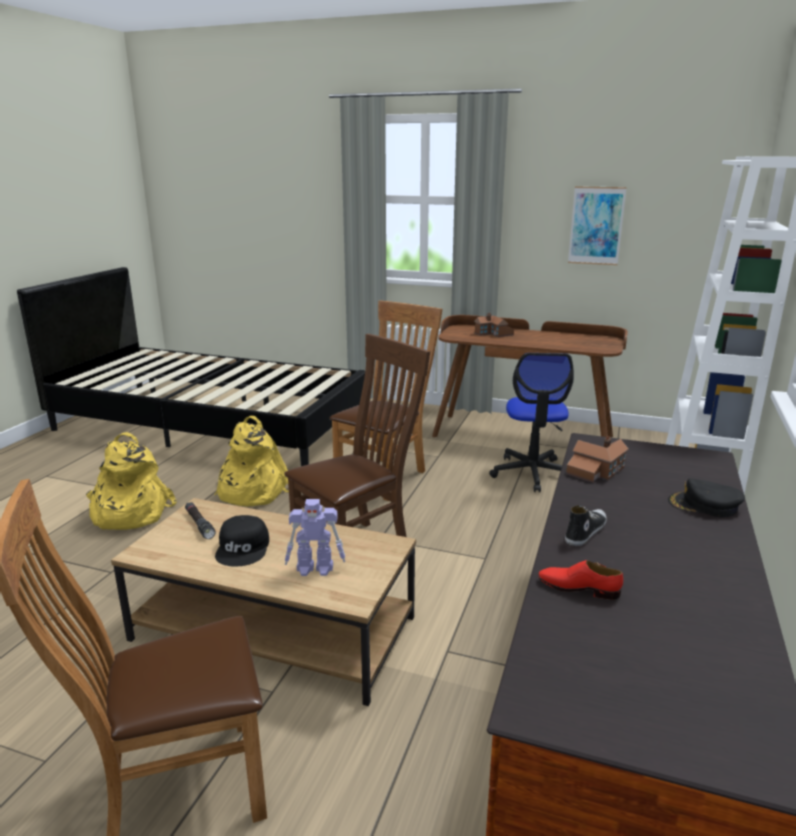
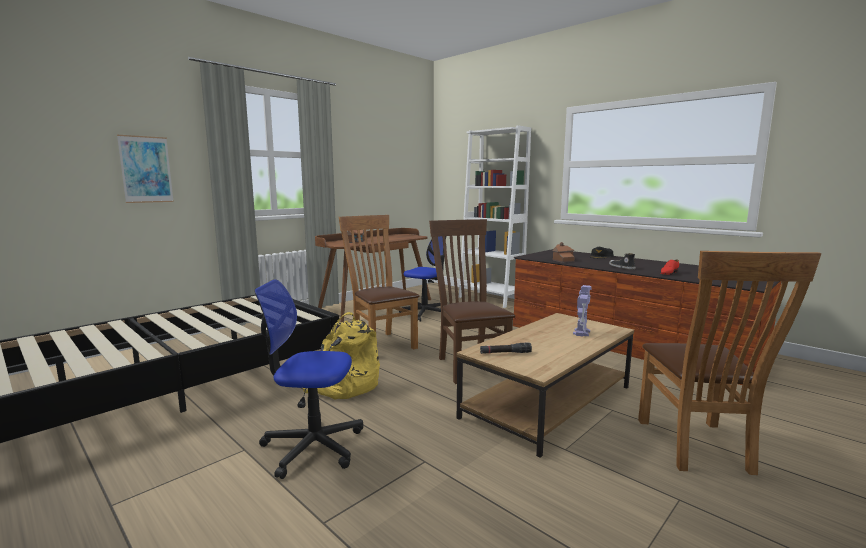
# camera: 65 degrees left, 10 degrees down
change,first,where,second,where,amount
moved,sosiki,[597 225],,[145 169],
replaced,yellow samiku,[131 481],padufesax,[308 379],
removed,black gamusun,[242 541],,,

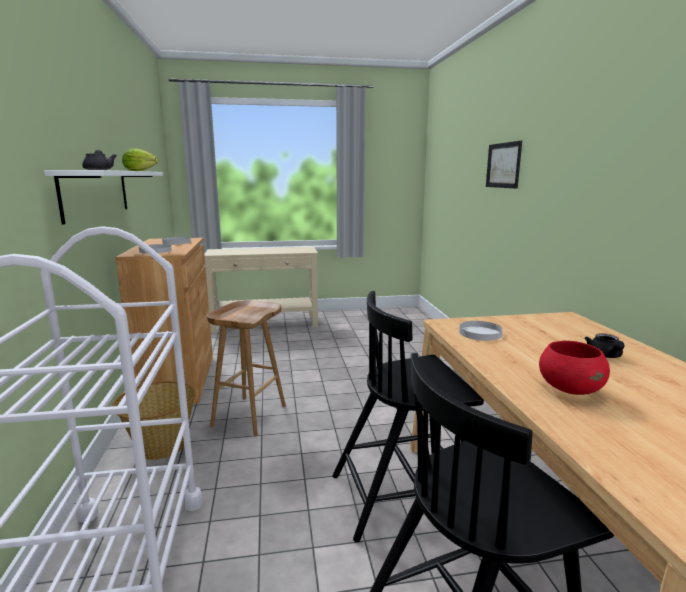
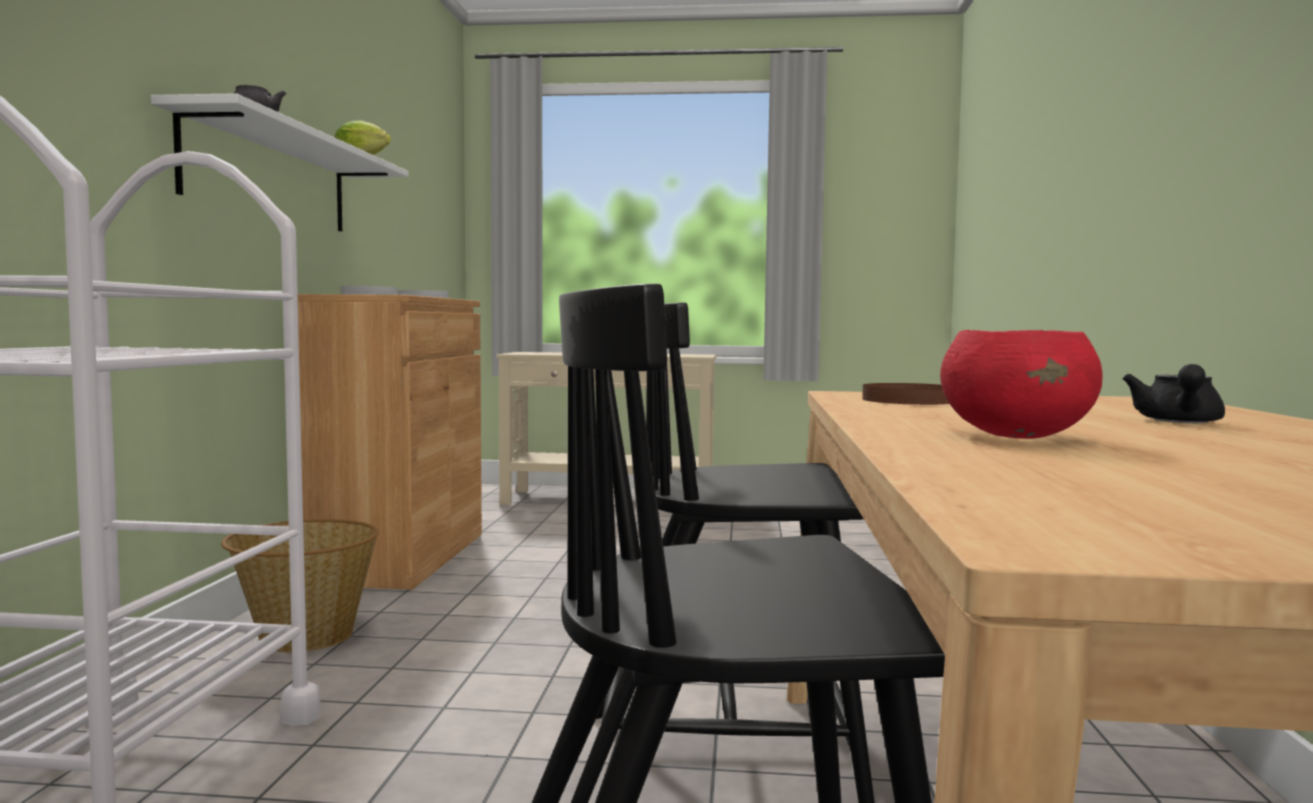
# camera: 15 degrees right, 10 degrees down
change,first,where,second,where,amount
recoloured,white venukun,[481 331],brown venukun,[905 394],
removed,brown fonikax,[246 368],,,
removed,sosiki,[504 164],,,

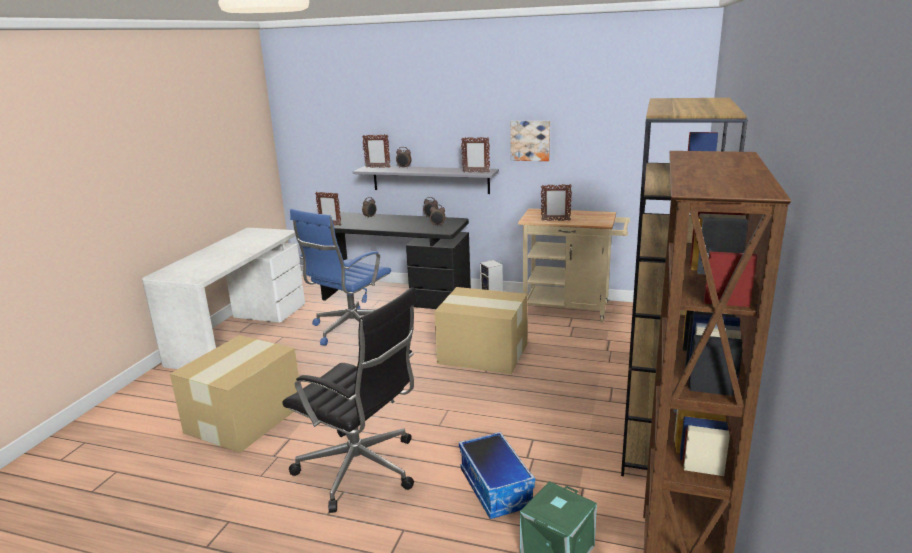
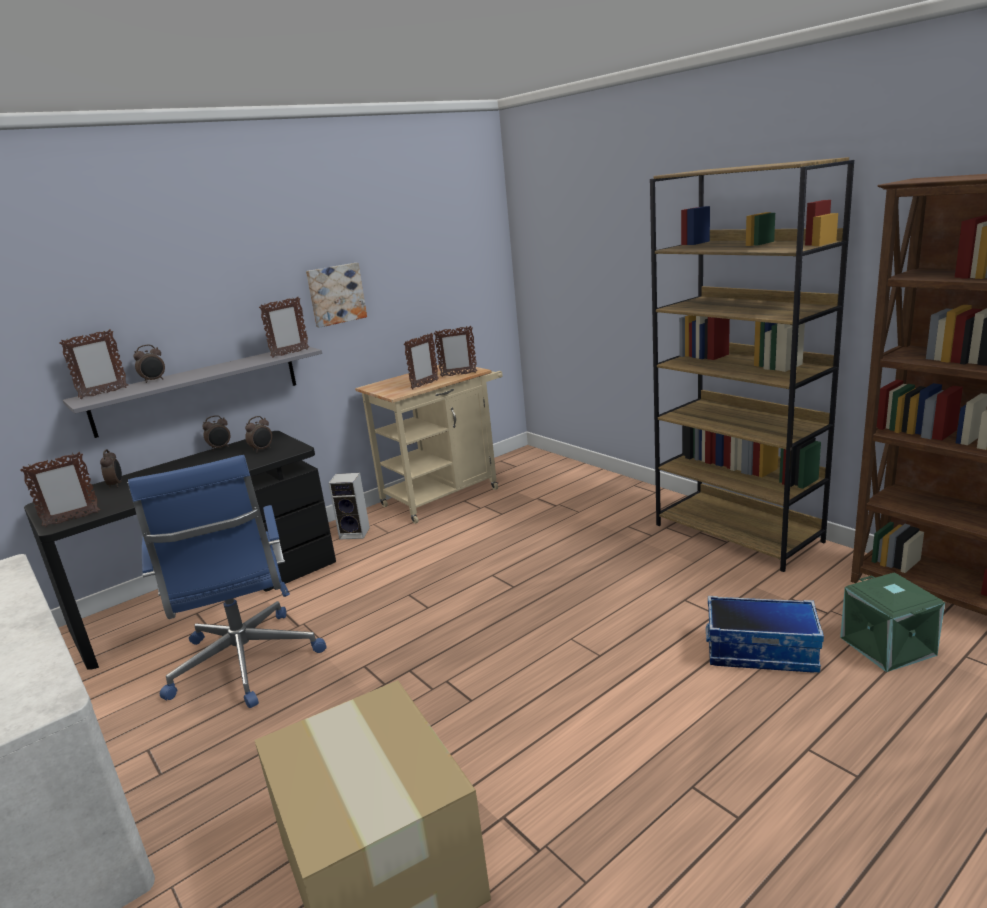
# camera: 55 degrees left, 0 degrees up
change,first,where,second,where,amount
added,,,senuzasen,[455 351],
removed,black padufesax,[349 400],,,
removed,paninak,[480 330],,,

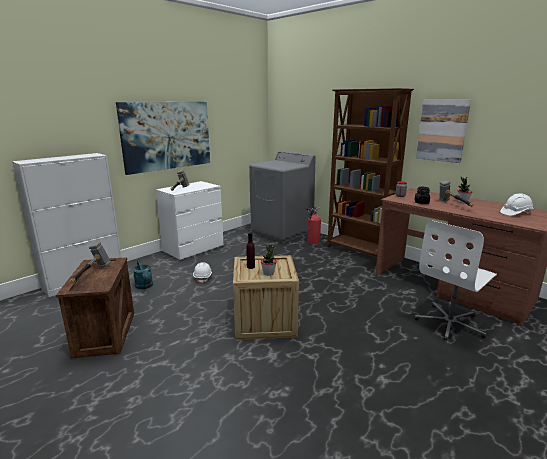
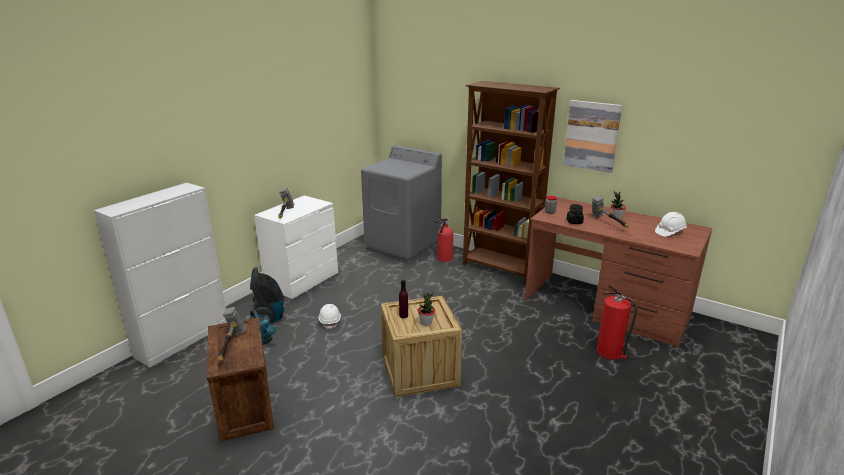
# camera: 10 degrees left, 5 degrees up
change,first,where,second,where,amount
added,,,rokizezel,[267 295],
replaced,white padufesax,[456 280],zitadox,[616 322],
removed,sosiki,[163 138],,,

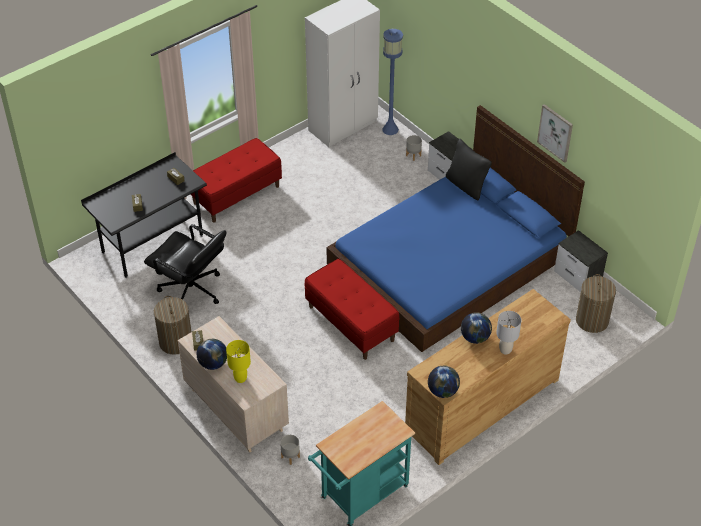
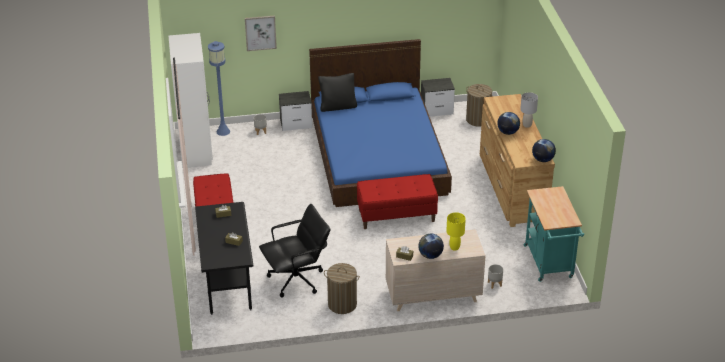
# camera: 60 degrees left, 10 degrees down
change,first,where,second,where,amount
moved,sosiki,[555 133],,[261 33],

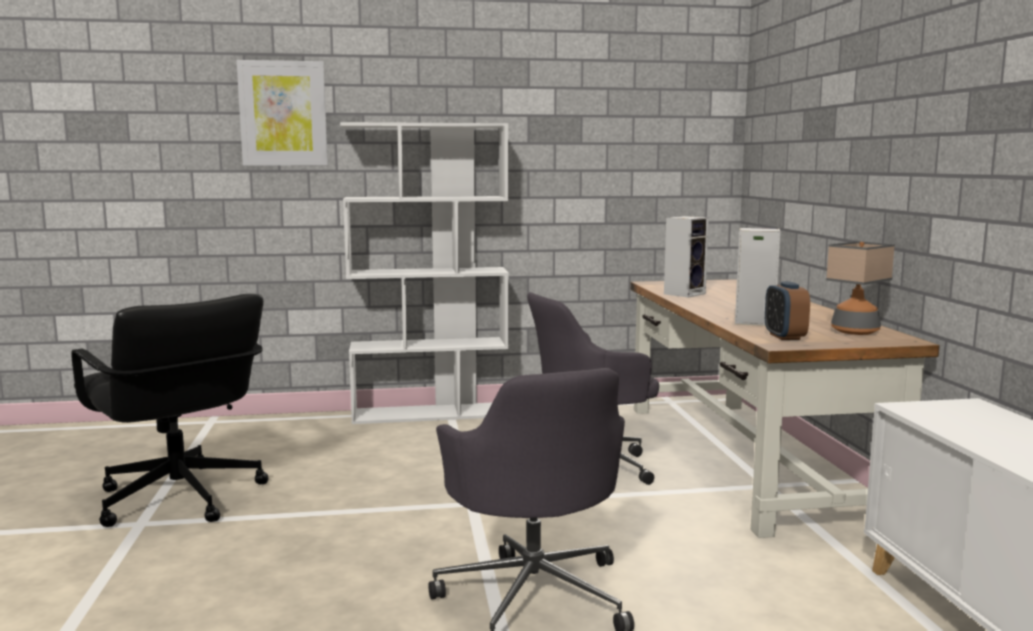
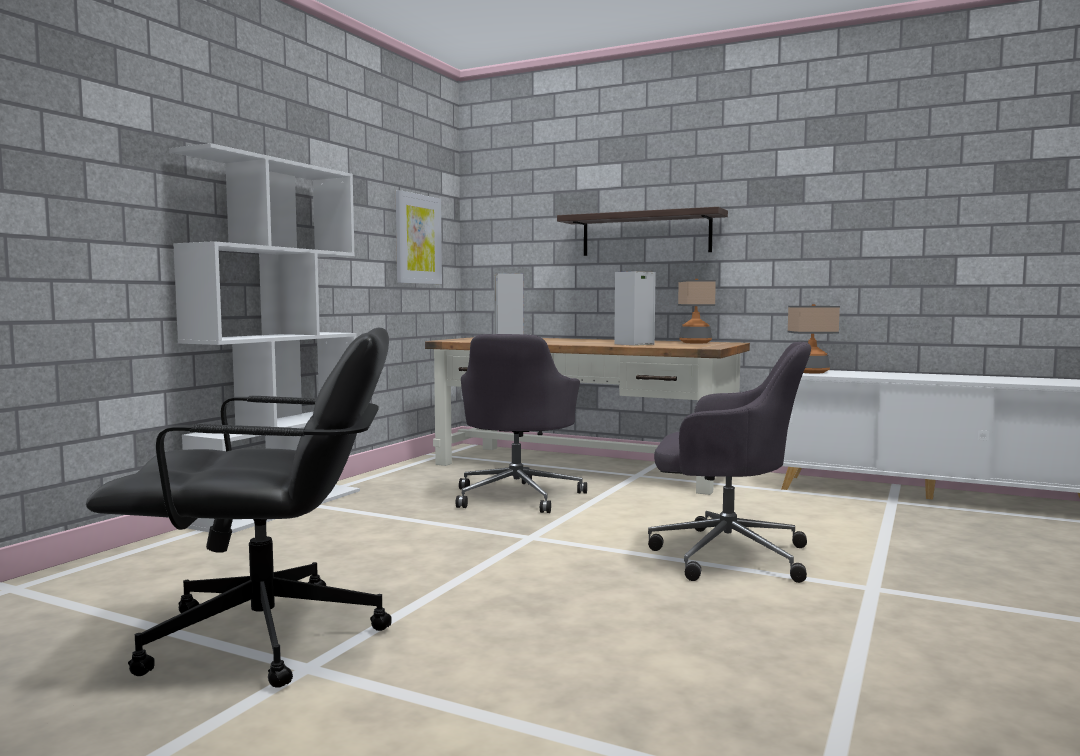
# camera: 55 degrees left, 5 degrees down
change,first,where,second,where,amount
moved,sosiki,[282 113],,[419 237],
added,,,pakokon,[642 231],
added,,,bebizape,[813 339],
removed,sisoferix,[787 310],,,

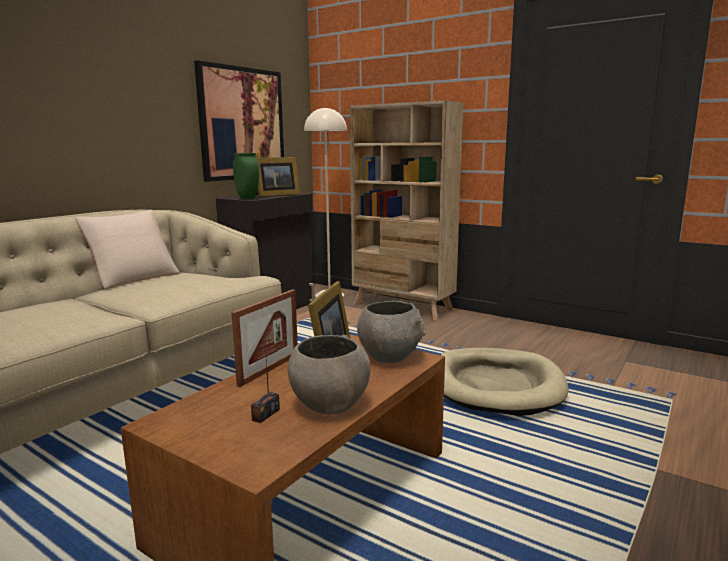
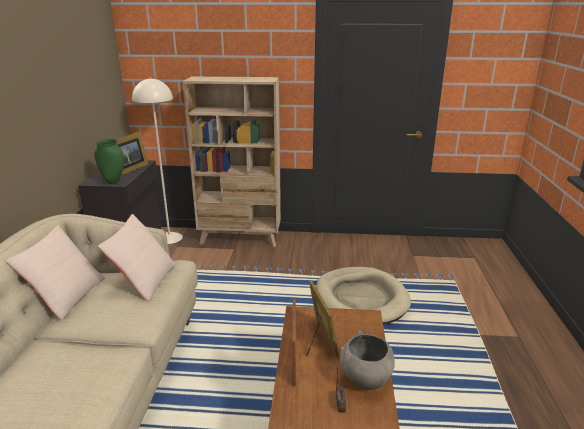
# camera: 30 degrees left, 10 degrees up
change,first,where,second,where,amount
added,,,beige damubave,[137 258],
removed,sosiki,[239 121],,,
removed,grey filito,[391 332],,,

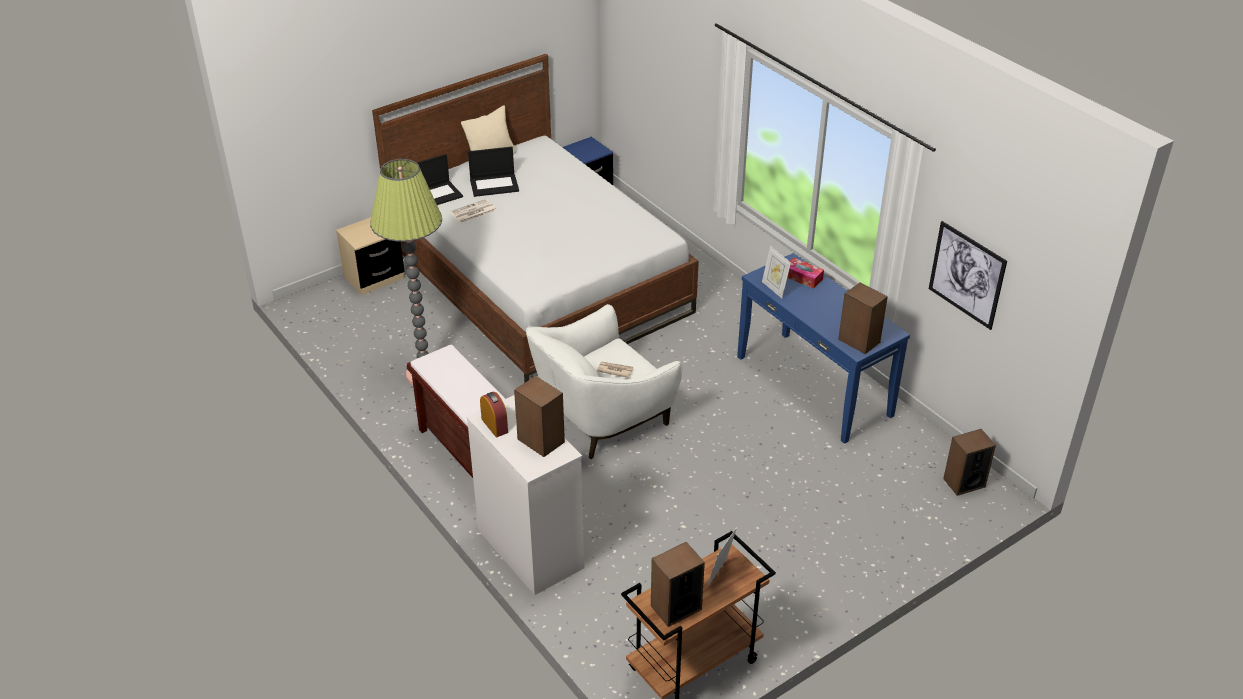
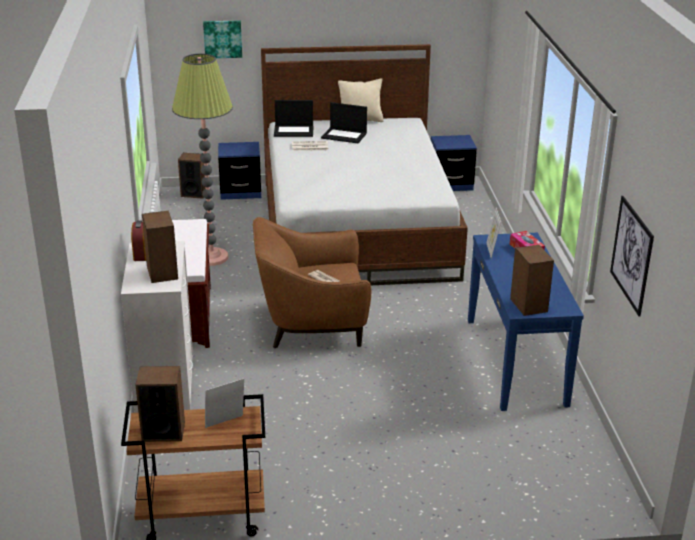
# camera: 30 degrees right, 10 degrees down
change,first,where,second,where,amount
moved,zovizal,[969 462],,[192 176],
added,,,sosiki,[222 39],
recoloured,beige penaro,[370 256],blue penaro,[239 171],
recoloured,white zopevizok,[604 381],brown zopevizok,[312 282],

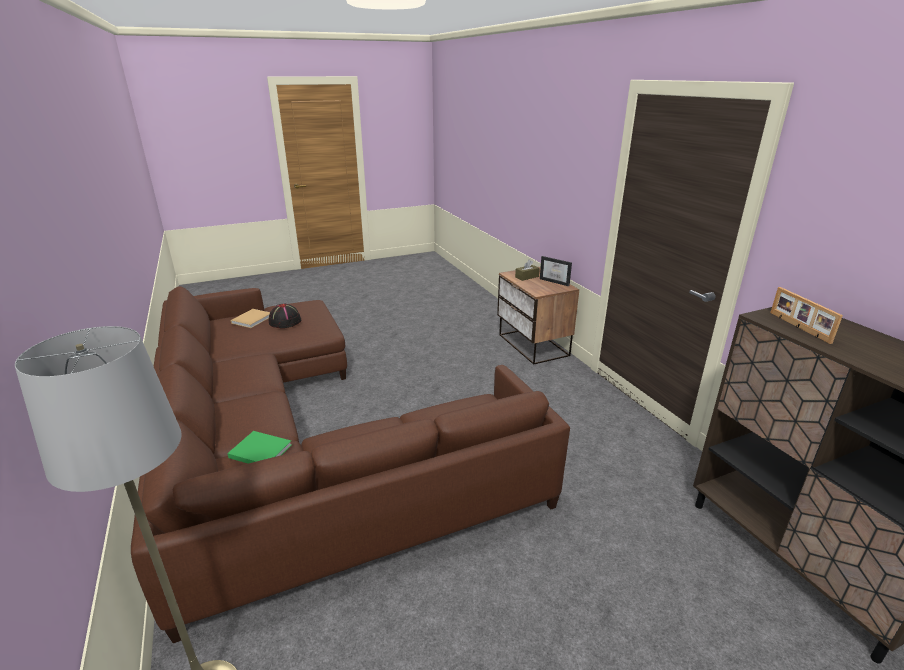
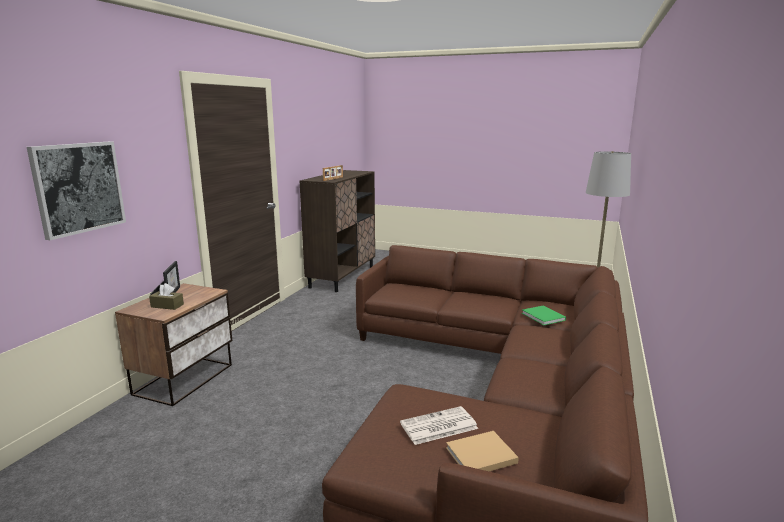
# camera: 135 degrees left, 10 degrees down
change,first,where,second,where,amount
added,,,sosiki,[76 191],
replaced,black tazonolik,[285 316],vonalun,[439 425],

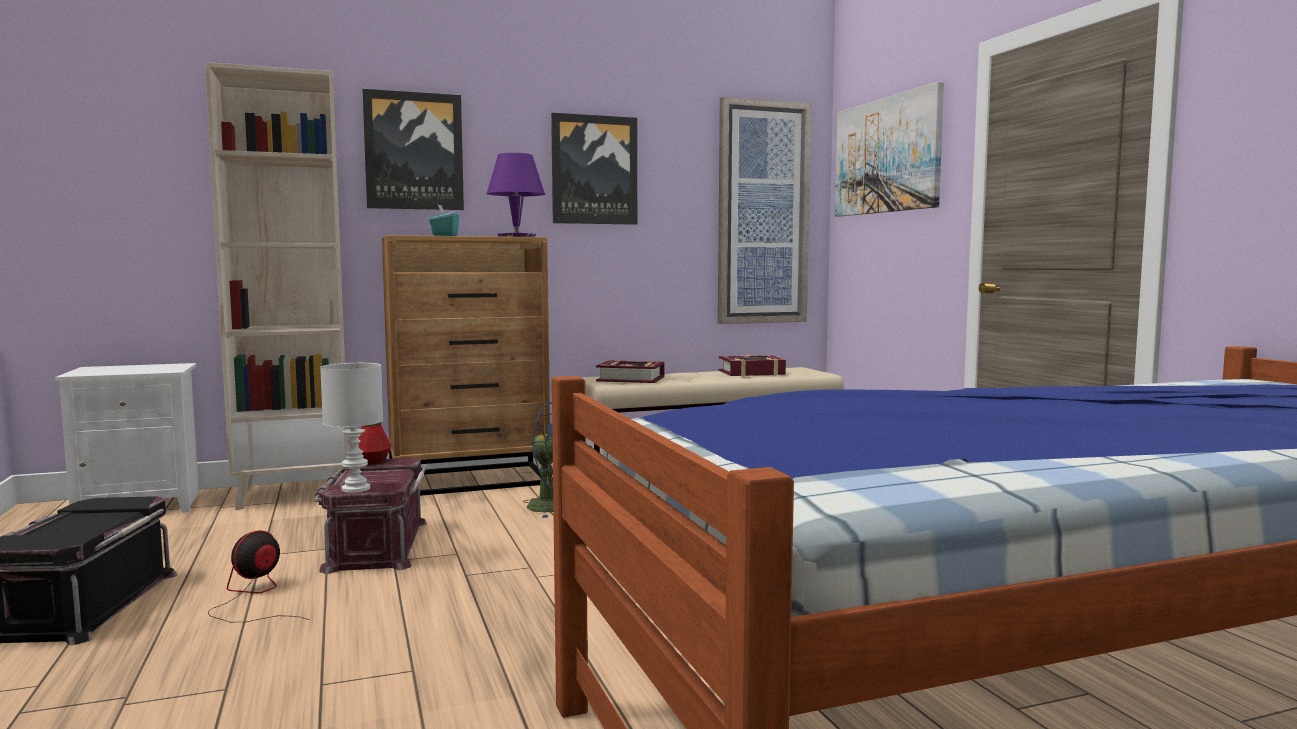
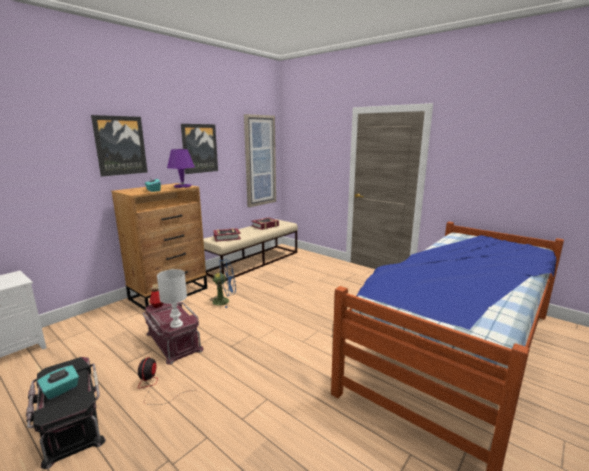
# camera: 30 degrees left, 10 degrees up
change,first,where,second,where,amount
added,,,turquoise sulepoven,[58 382],
removed,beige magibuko,[277 286],,,
removed,sosiki,[889 149],,,

